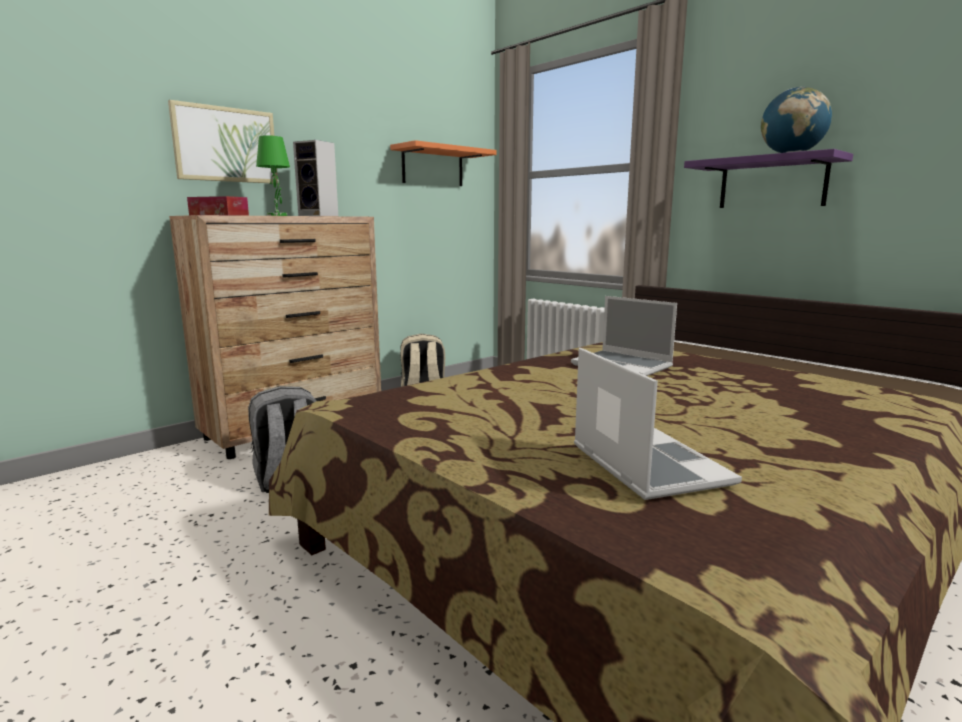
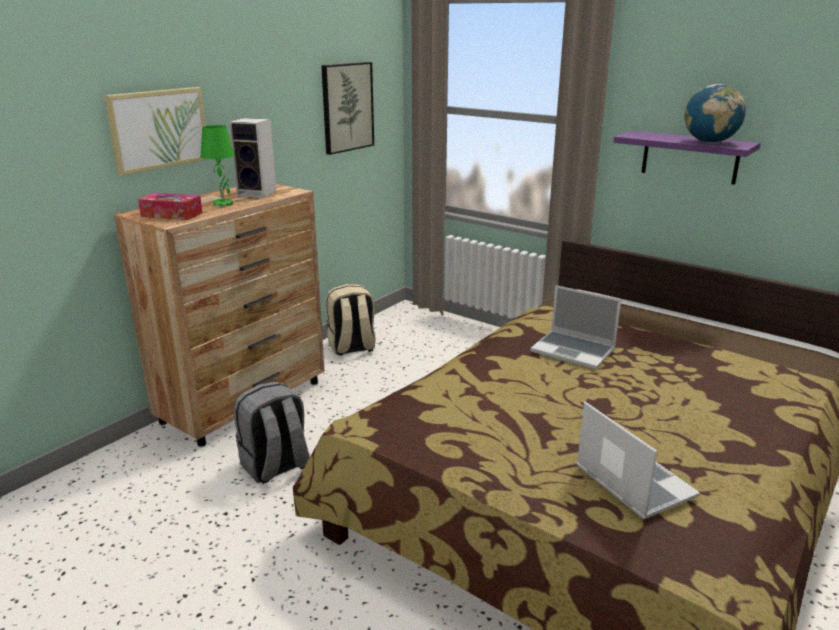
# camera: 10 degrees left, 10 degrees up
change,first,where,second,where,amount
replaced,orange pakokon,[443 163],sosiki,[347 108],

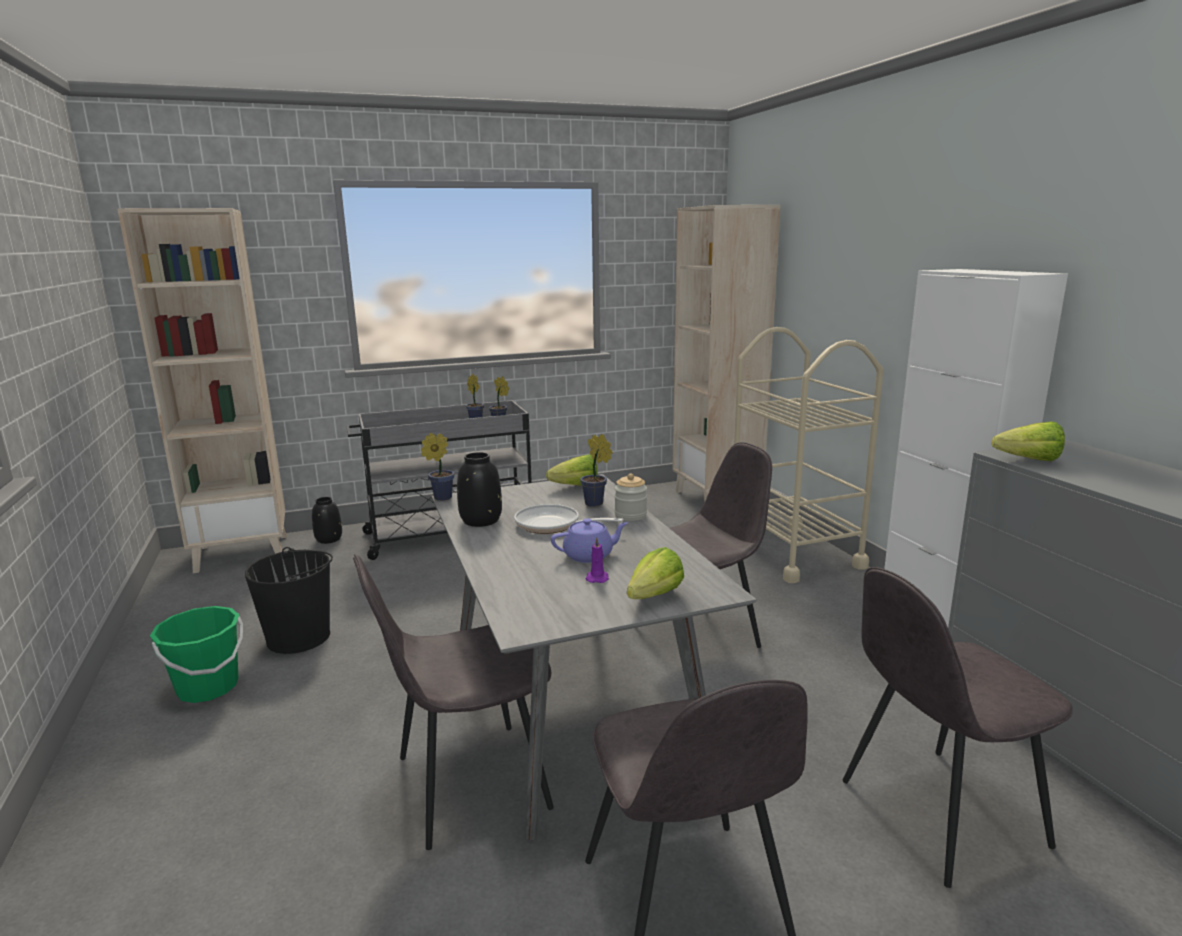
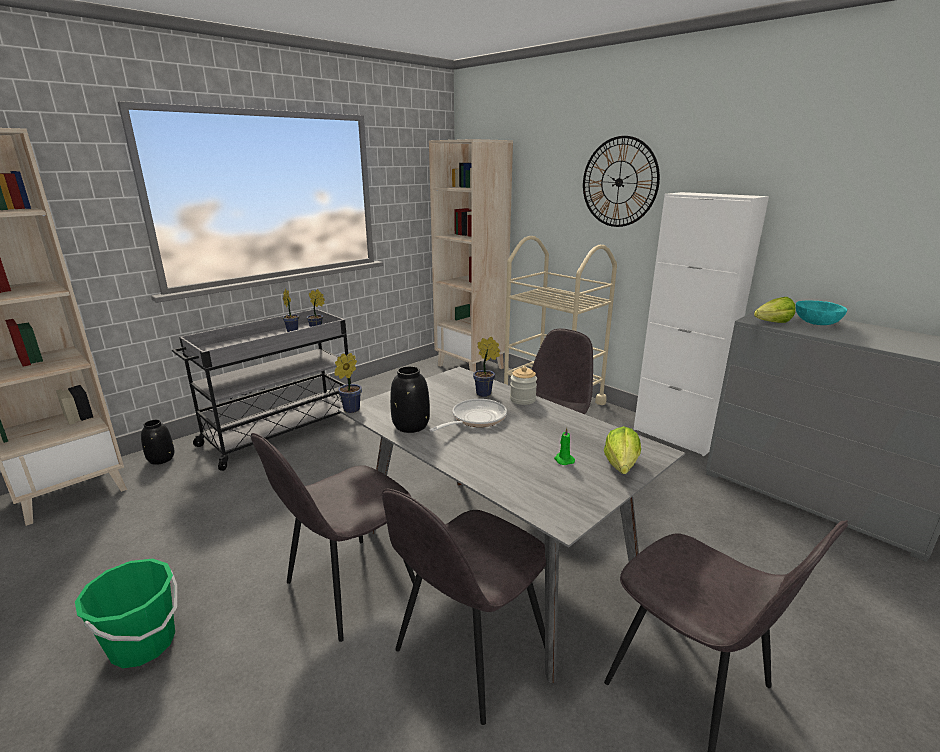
# camera: 25 degrees left, 5 degrees up
change,first,where,second,where,amount
moved,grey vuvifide,[958 727],,[333 537],
turned,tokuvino,[569 519],,[468 415],135 degrees clockwise
recoloured,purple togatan,[597 560],green togatan,[564 446],
added,,,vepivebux,[621 181],
added,,,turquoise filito,[821 312],
removed,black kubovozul,[289 600],,,
removed,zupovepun,[571 470],,,
removed,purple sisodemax,[589 541],,,

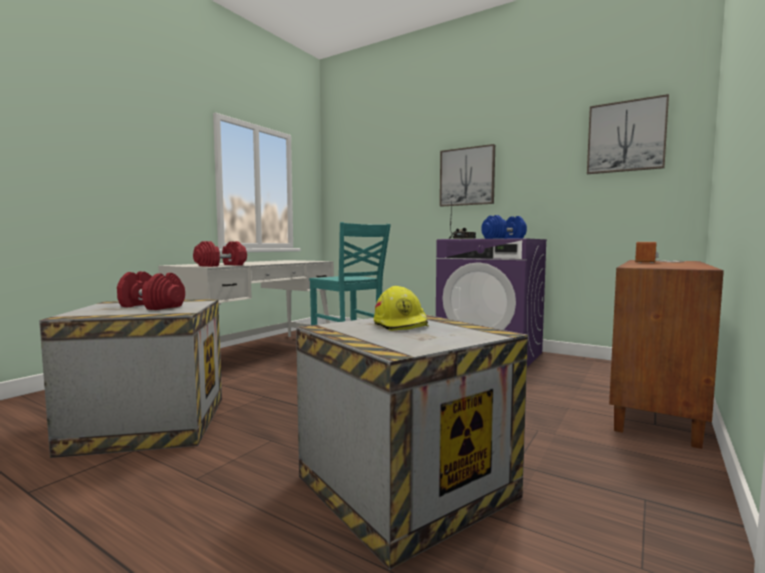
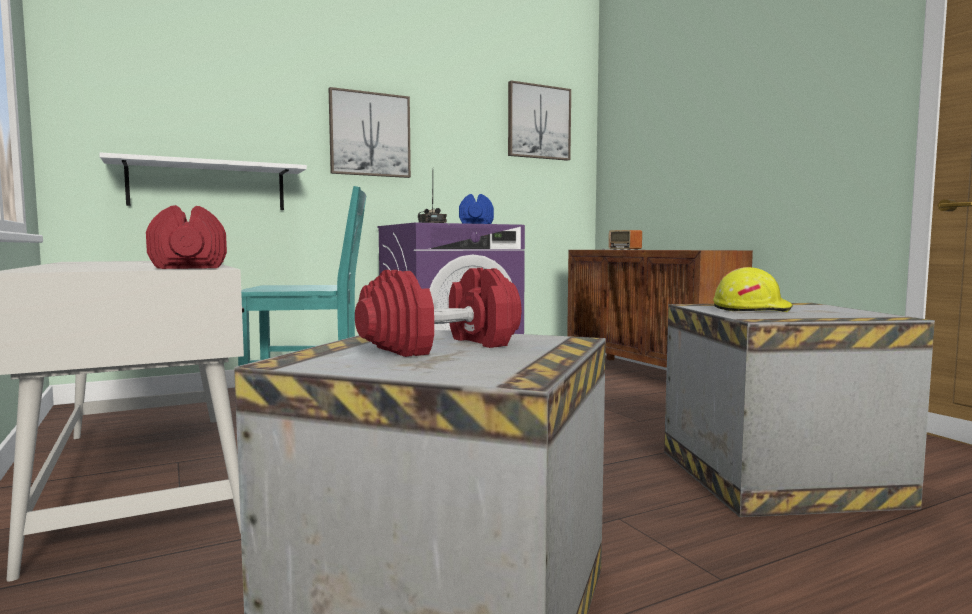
# camera: 60 degrees left, 0 degrees up
change,first,where,second,where,amount
added,,,white pakokon,[203 181],

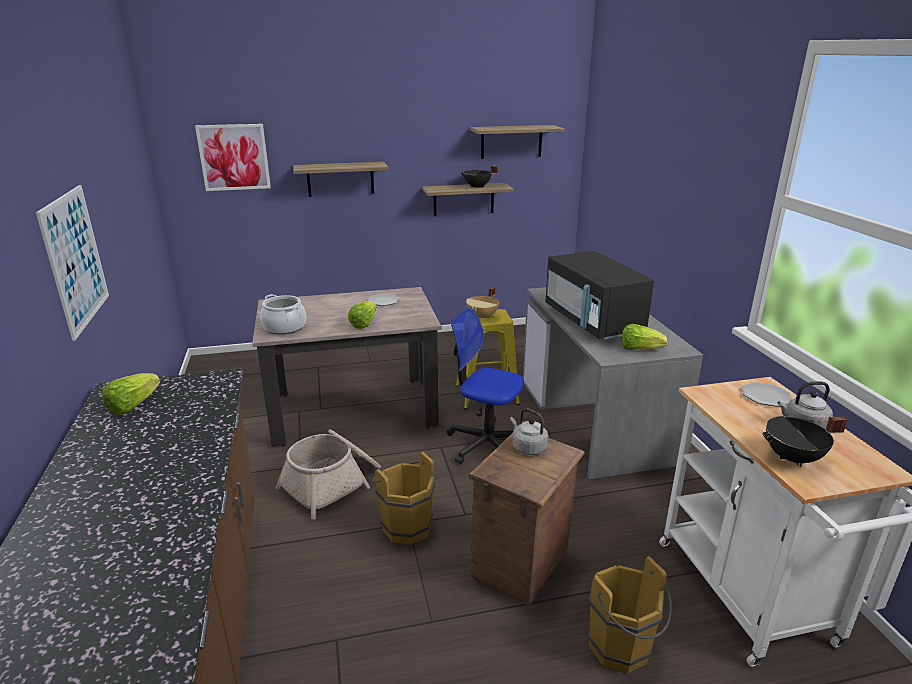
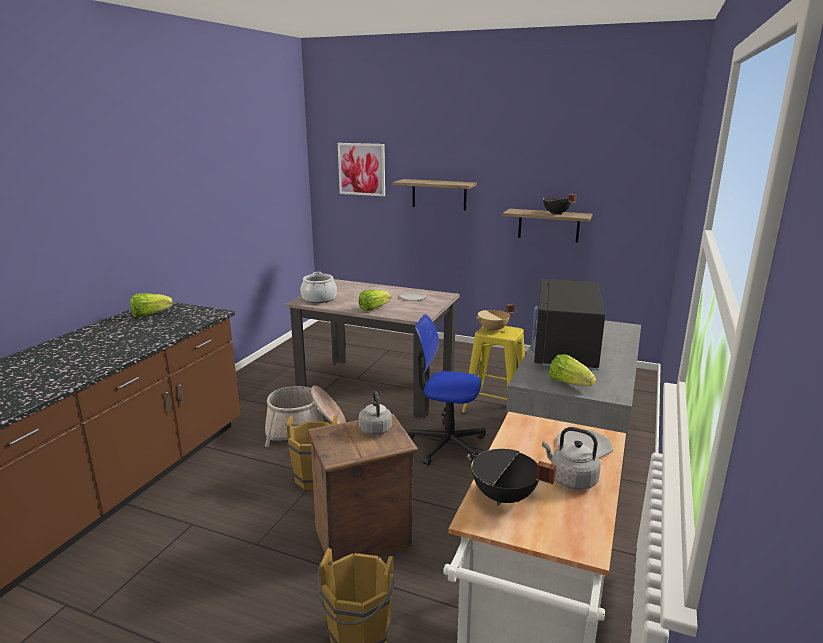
# camera: 35 degrees right, 5 degrees down
change,first,where,second,where,amount
turned,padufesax,[485 386],,[447 390],45 degrees counterclockwise
removed,sosiki,[72 263],,,
removed,pakokon,[517 142],,,

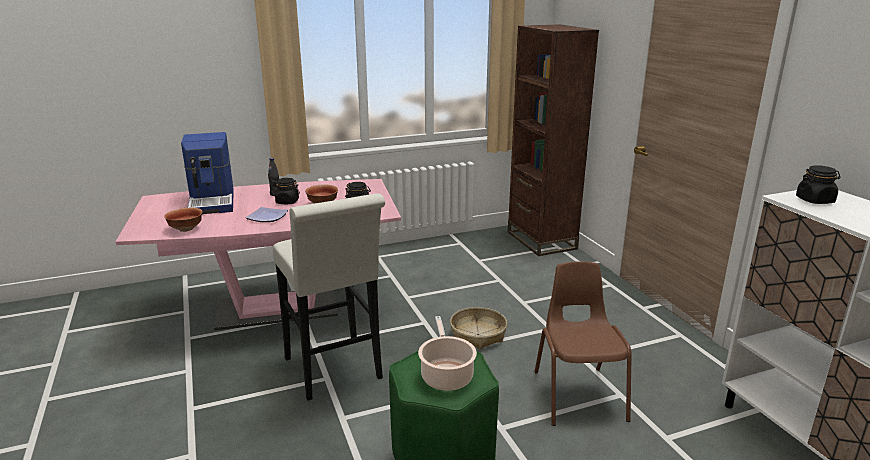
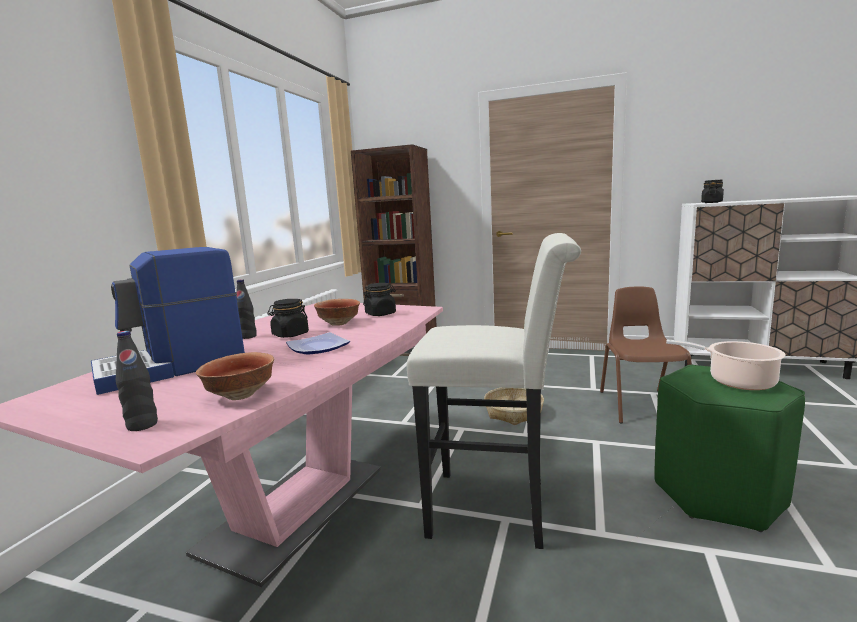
# camera: 50 degrees left, 10 degrees down
change,first,where,second,where,amount
turned,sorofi,[207 173],,[168 321],120 degrees clockwise
added,,,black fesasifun,[137 381],
turned,brown vuvifide,[583 343],,[646 354],60 degrees clockwise

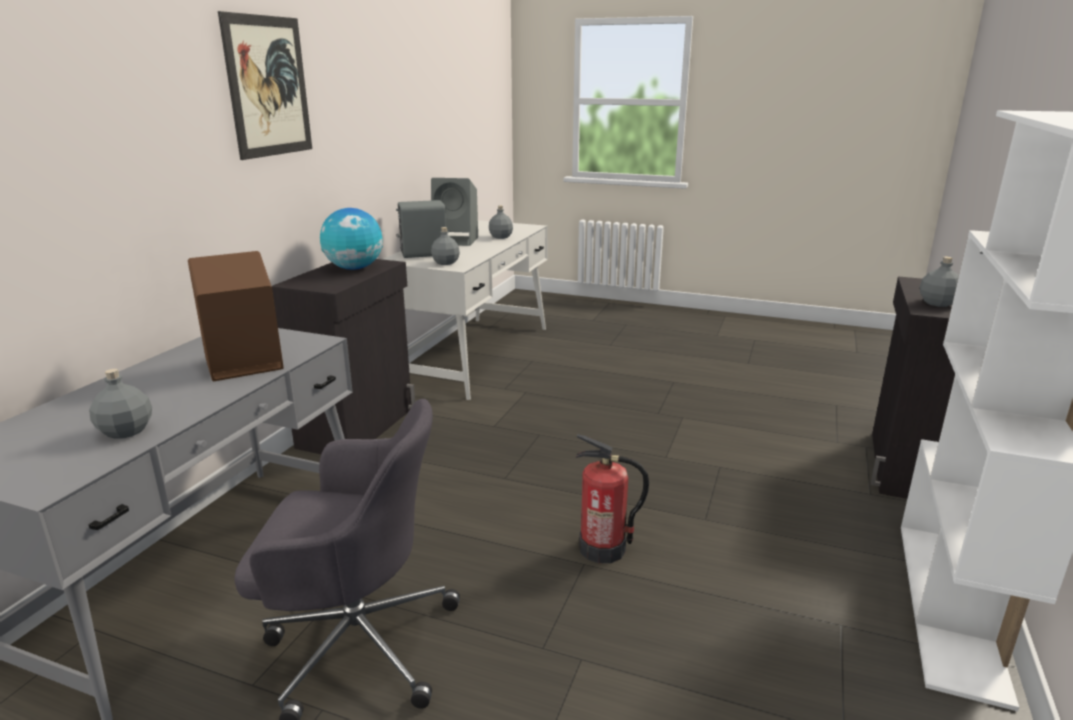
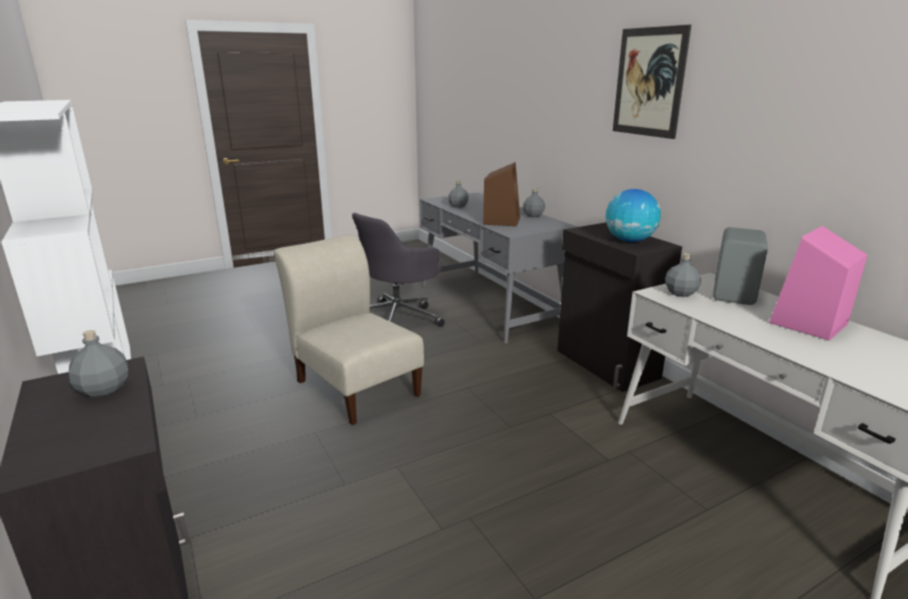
# camera: 130 degrees right, 0 degrees up
change,first,where,second,where,amount
replaced,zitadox,[612 498],beige vuvifide,[349 329],
moved,grey fesasifun,[501 222],,[534 202],
recoloured,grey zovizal,[454 212],pink zovizal,[818 283],

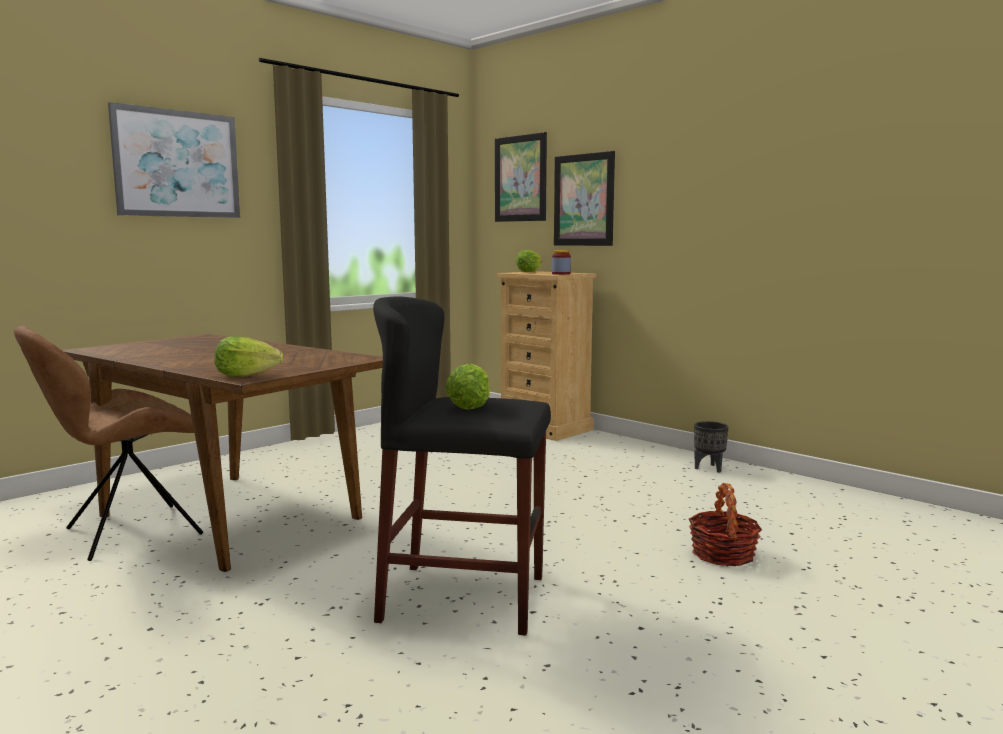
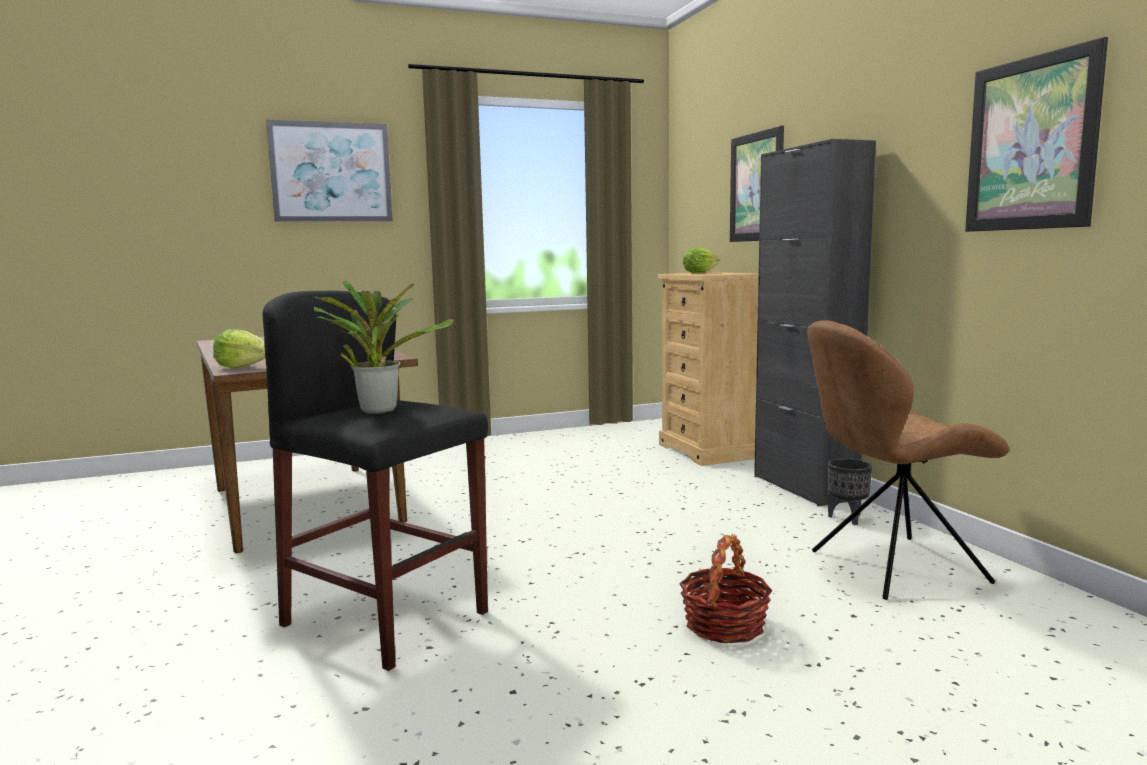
# camera: 25 degrees right, 0 degrees up
change,first,where,second,where,amount
replaced,zupovepun,[467 387],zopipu,[383 347],
added,,,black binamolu,[815 323],
moved,brown vuvifide,[108 443],,[908 460],
moved,sosiki,[521 177],,[1036 134],
removed,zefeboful,[561 262],,,

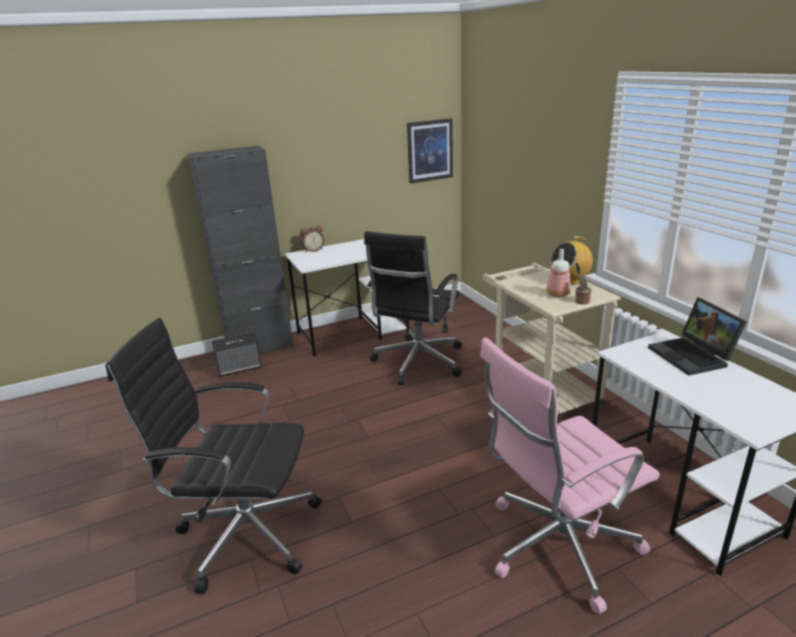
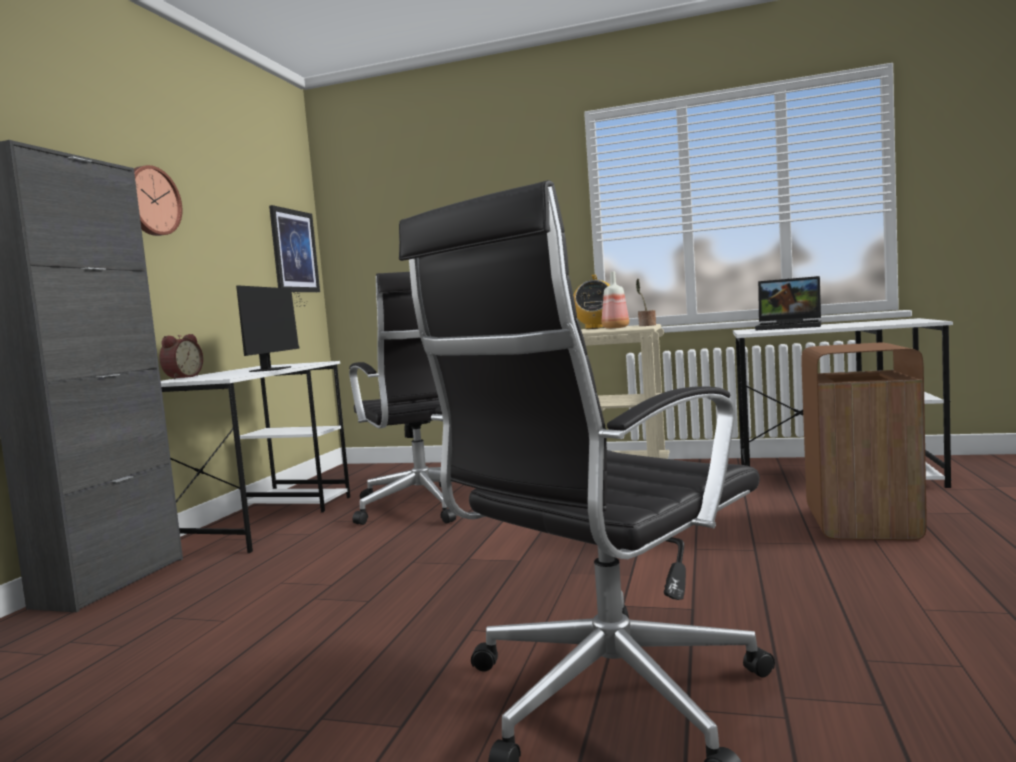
# camera: 50 degrees left, 20 degrees down
change,first,where,second,where,amount
added,,,vepivebux,[158 200],
added,,,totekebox,[271 328],
replaced,pink padufesax,[570 476],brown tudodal,[864 441],
removed,zovizal,[237 354],,,

